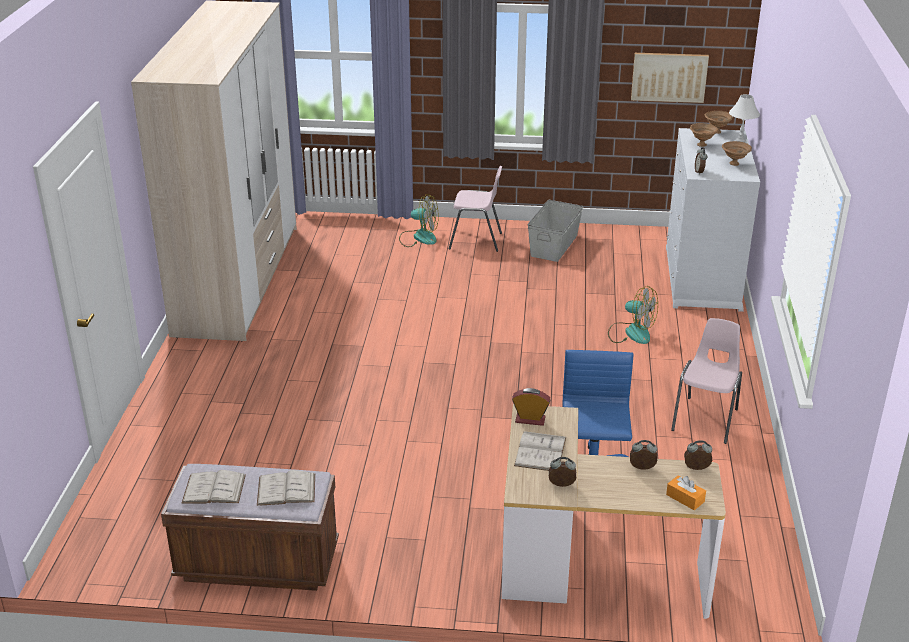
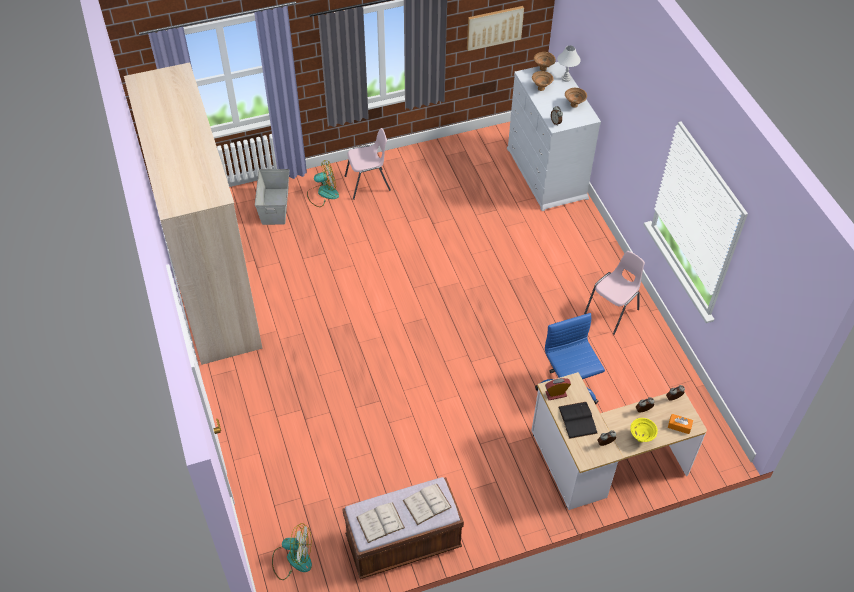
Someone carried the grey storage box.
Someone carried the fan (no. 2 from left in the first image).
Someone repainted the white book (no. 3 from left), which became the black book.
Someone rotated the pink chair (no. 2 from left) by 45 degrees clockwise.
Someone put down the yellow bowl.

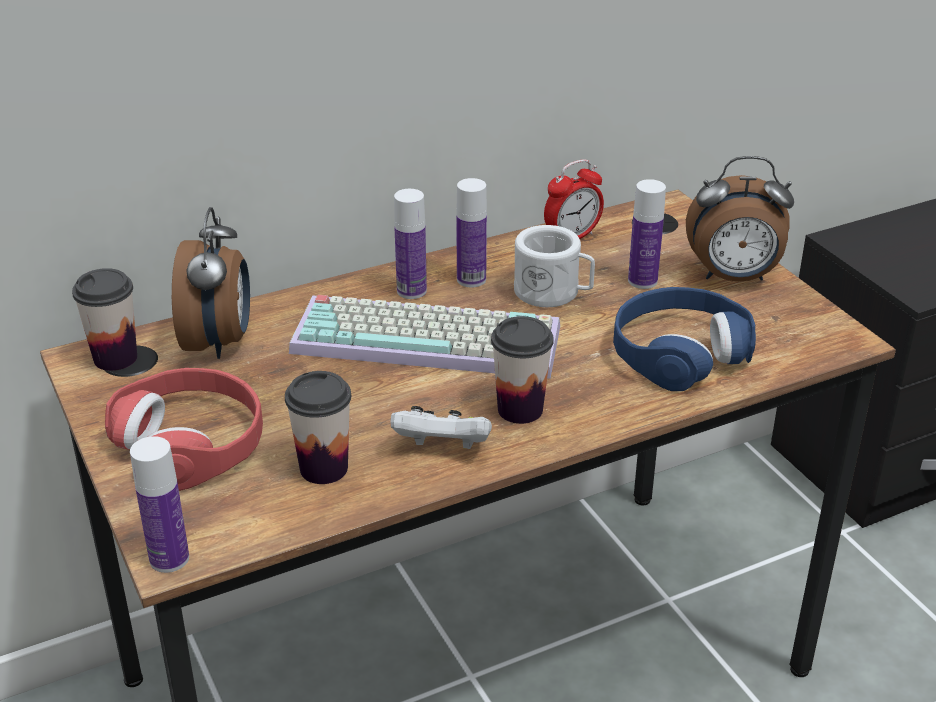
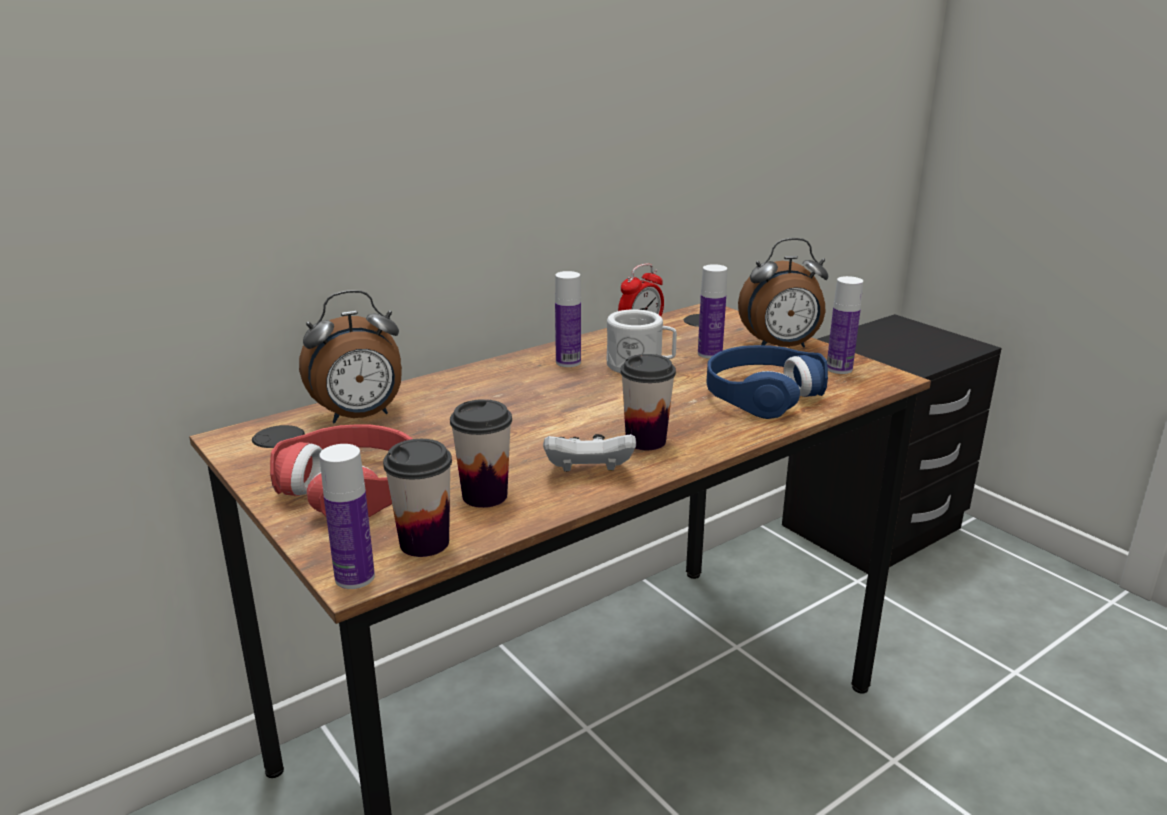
Someone rotated the alarm clock (no. 1 from left) by 75 degrees clockwise.
Someone carried the cup (no. 1 from left).
Someone carried the bottle (no. 2 from left in the first image).
Someone took away the keyboard.

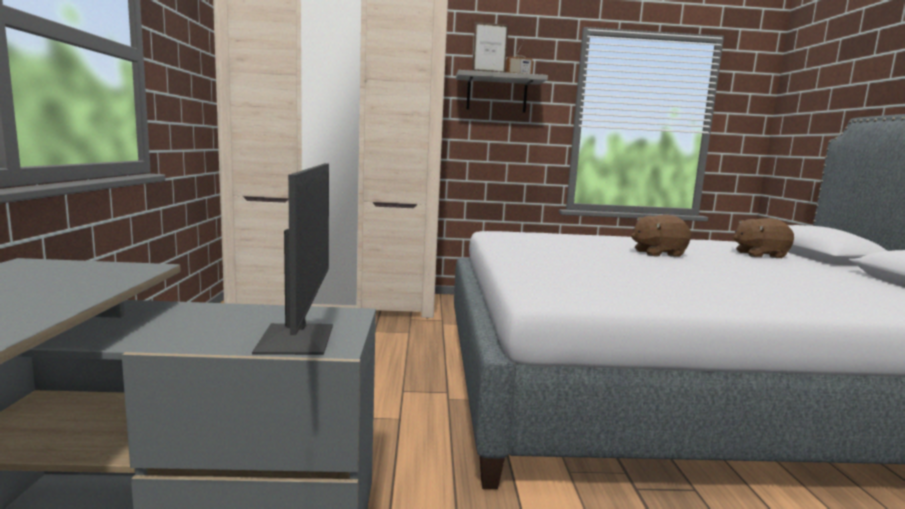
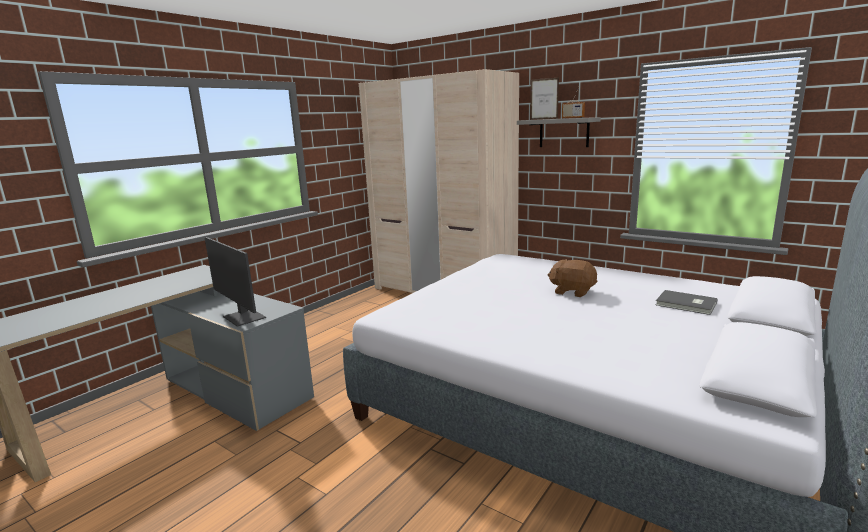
Someone rotated the monitor by 105 degrees clockwise.
Someone swapped the brown plush toy (no. 2 from left) for the grey book.

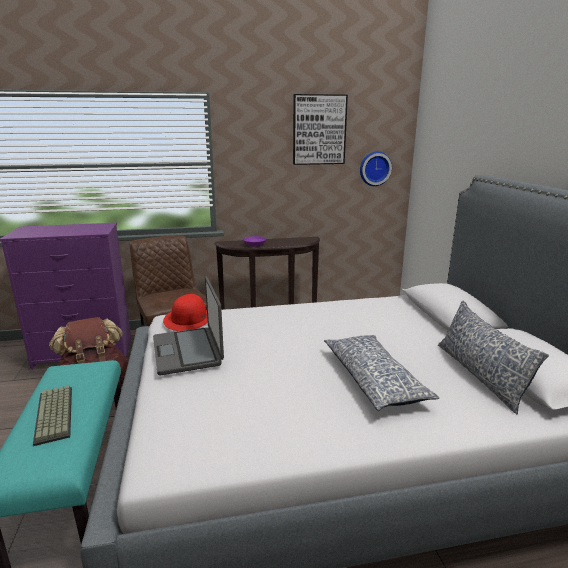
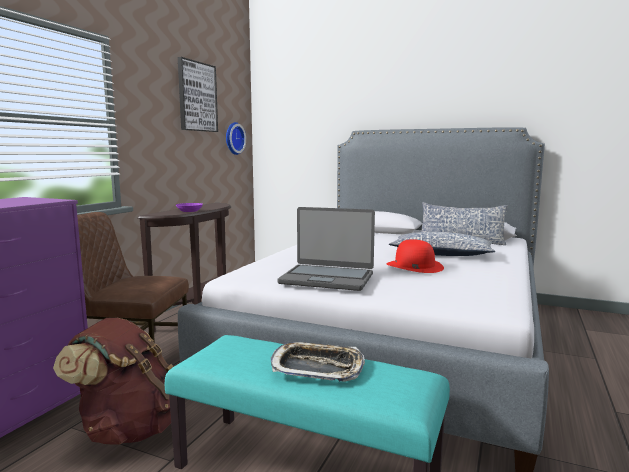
Someone swapped the keyboard for the tray.
Someone carried the red hat.

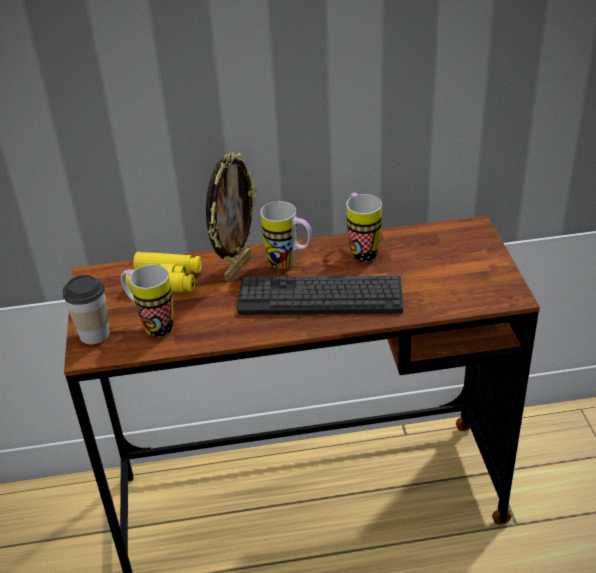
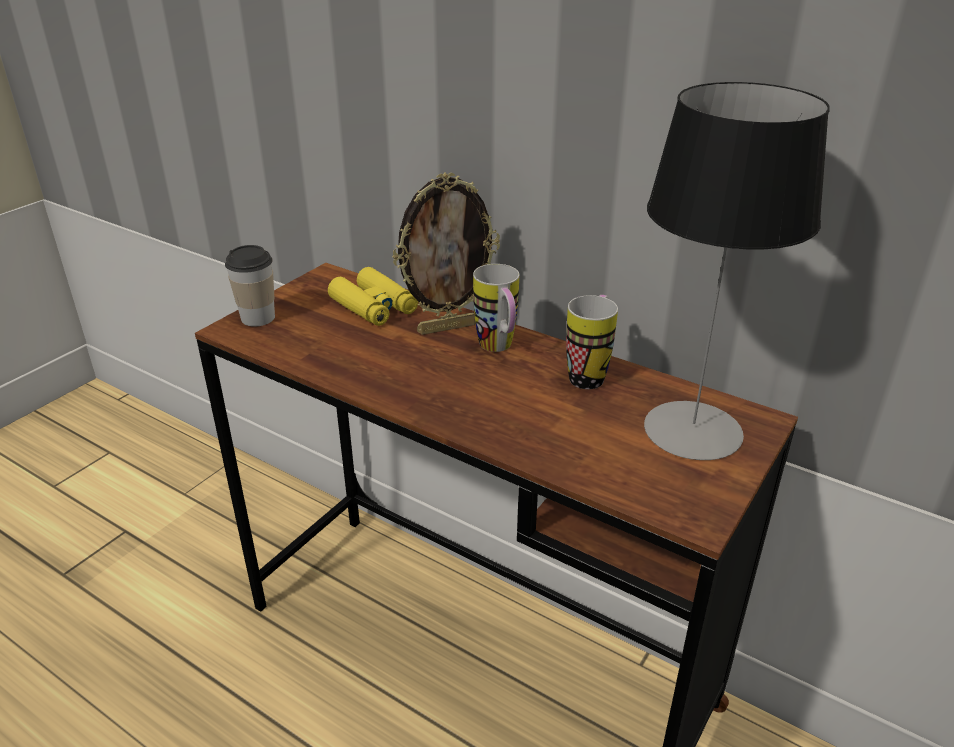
Someone put down the table lamp.
Someone took away the mug (no. 1 from left).
Someone took away the keyboard.

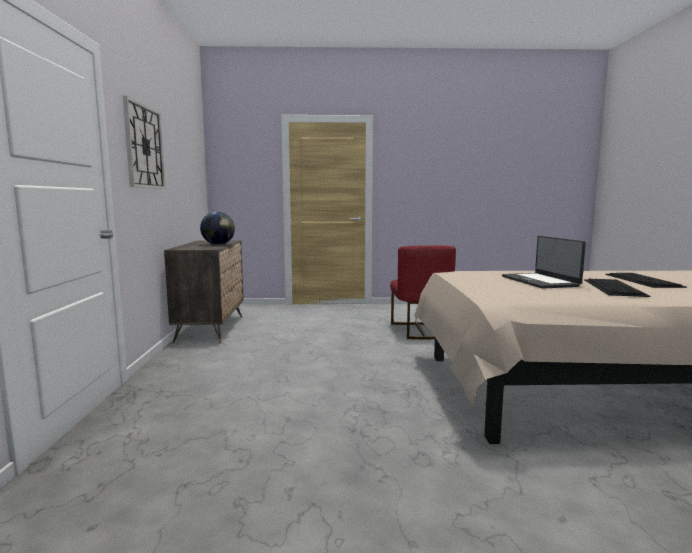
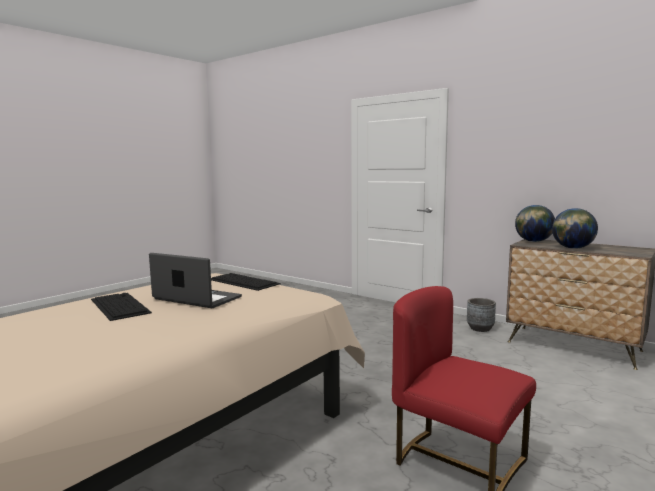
Someone carried the keyboard (no. 2 from left).
Someone put down the grey planter.
Someone put down the globe (no. 1 from left).
Someone took away the wall clock.

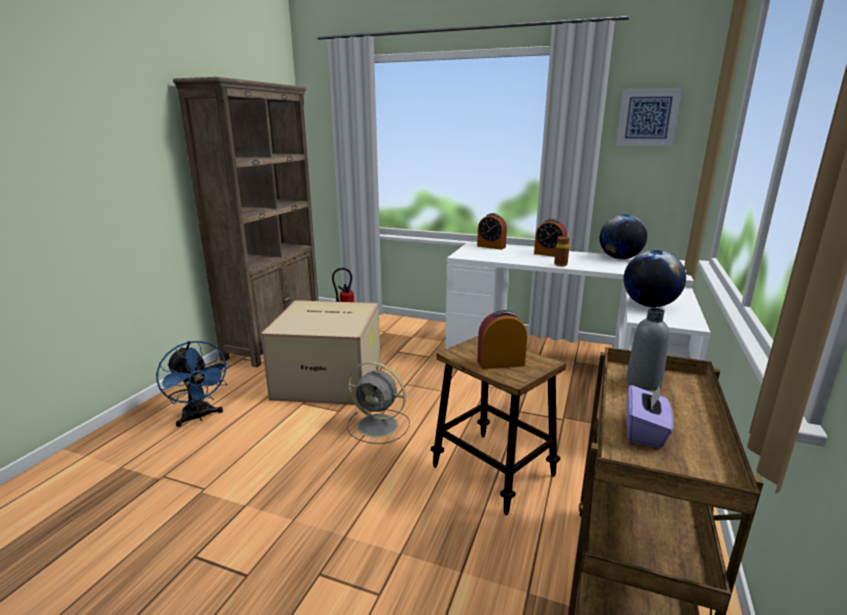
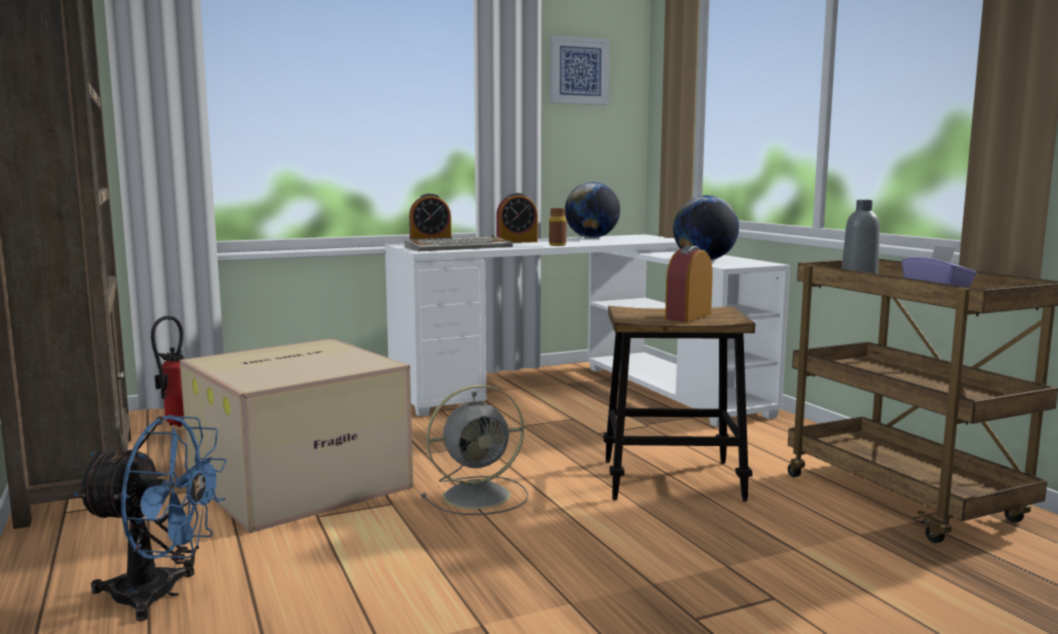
Someone put down the keyboard.

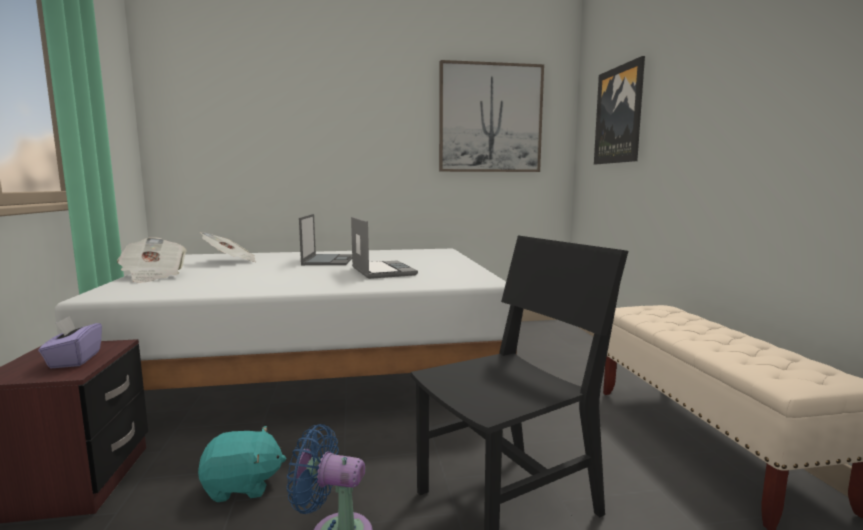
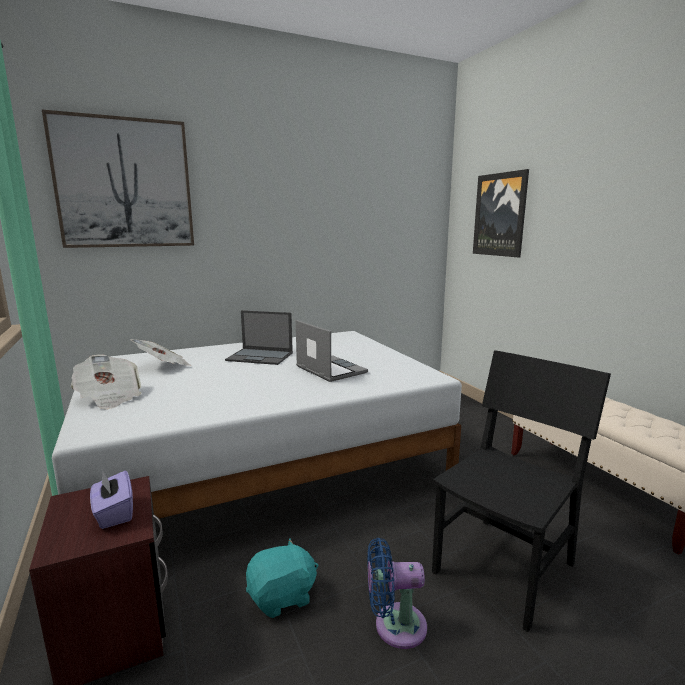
Someone carried the picture (no. 1 from left).
Someone rotated the laptop (no. 1 from left) by 120 degrees clockwise.

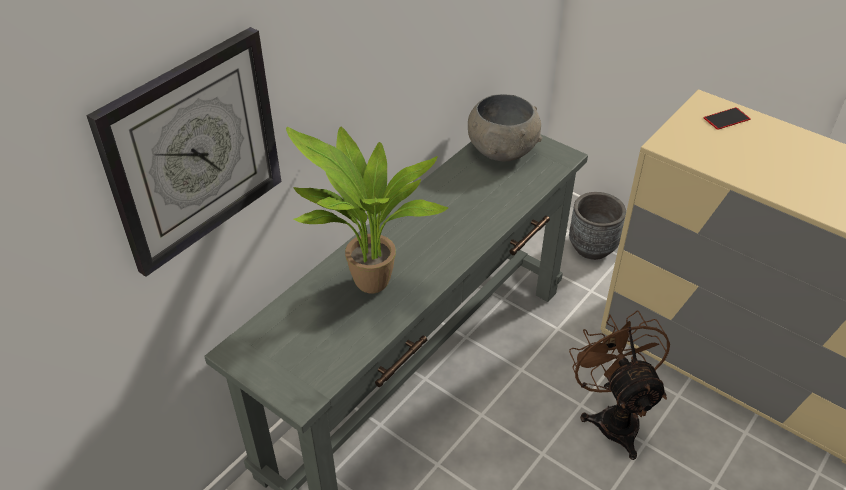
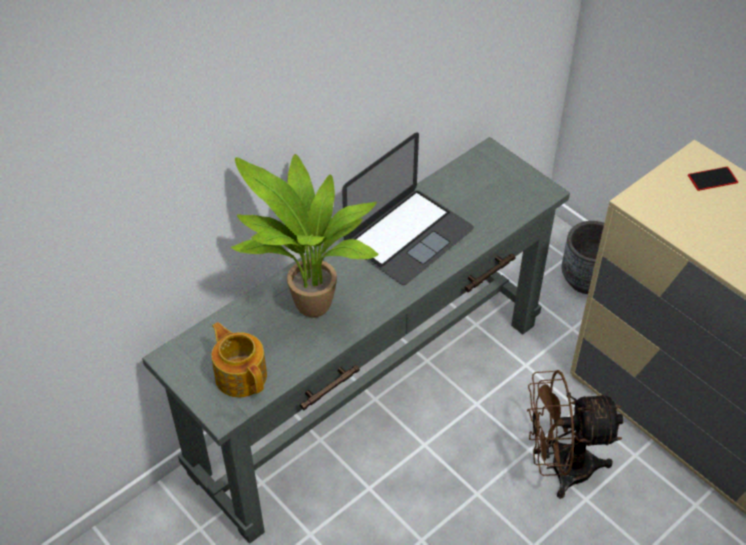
Someone put down the teapot.
Someone put down the laptop.
Someone rotated the brown fan by 90 degrees counterclockwise.
Someone took away the wall clock.
Someone took away the grey bowl.

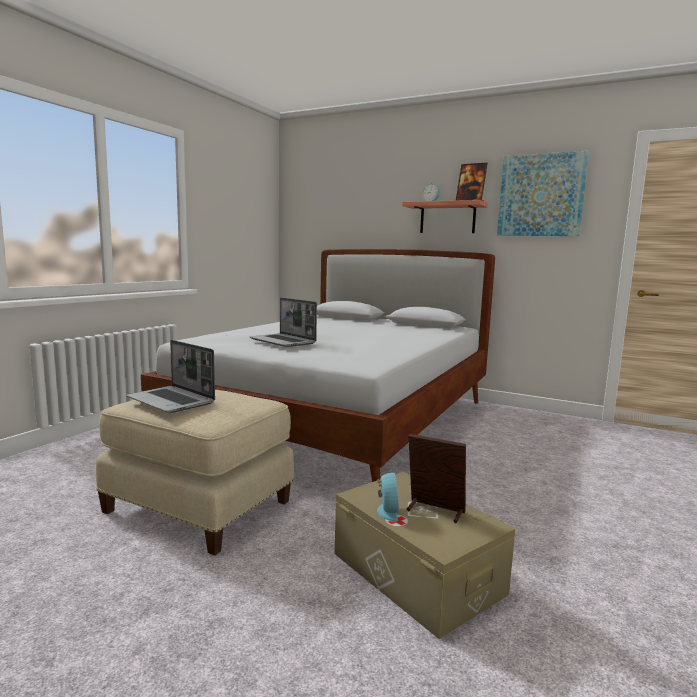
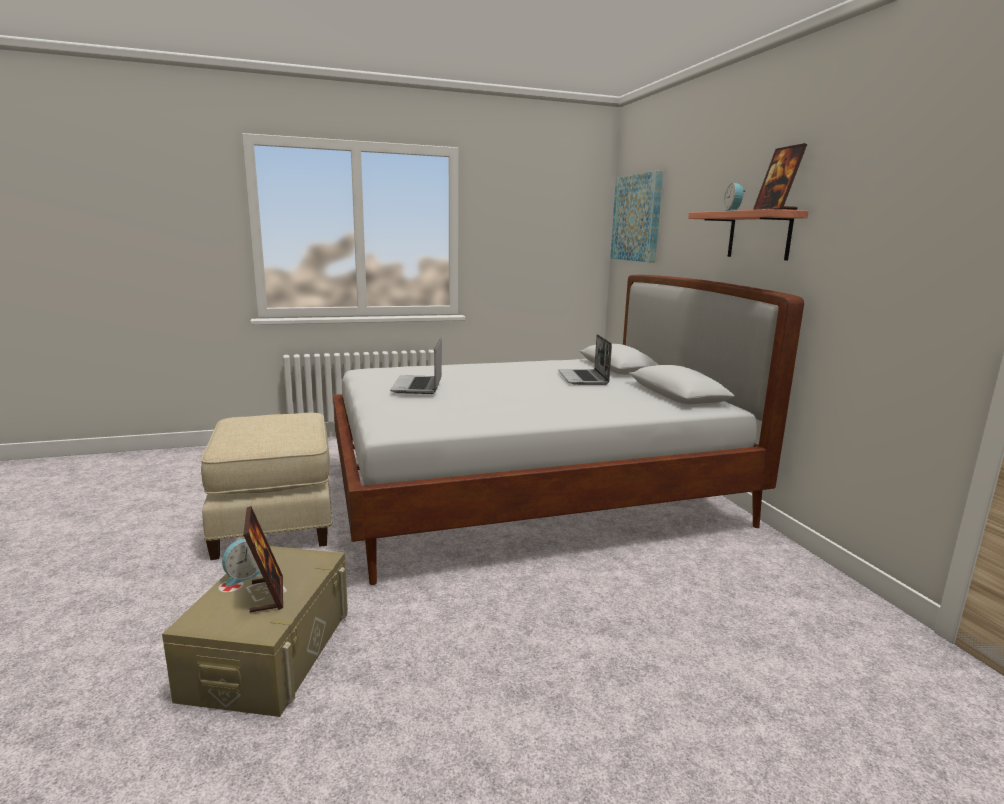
Someone carried the laptop (no. 1 from left in the first image).
Someone carried the picture.

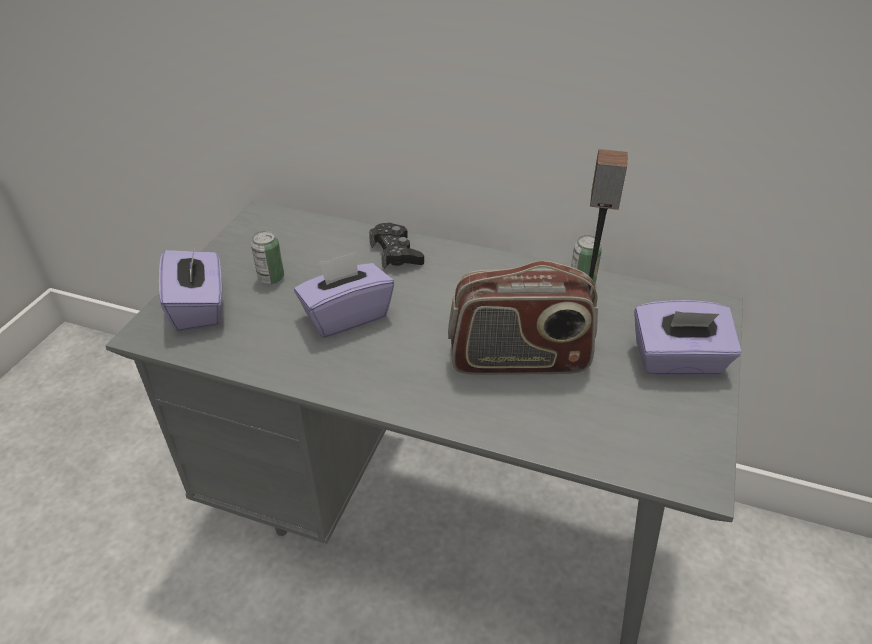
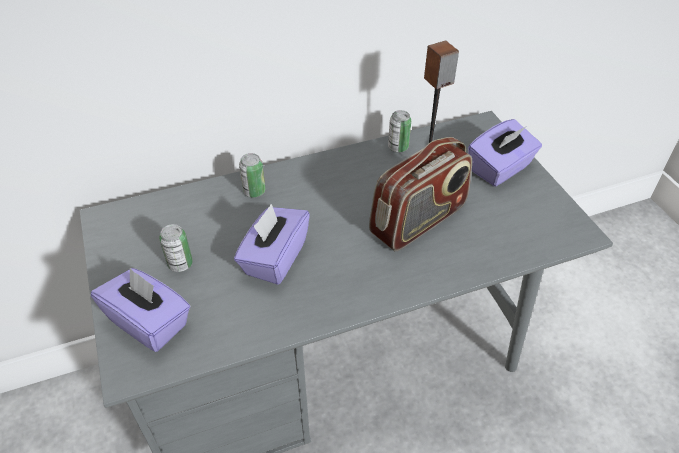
Someone swapped the black game controller for the can (no. 2 from left).

